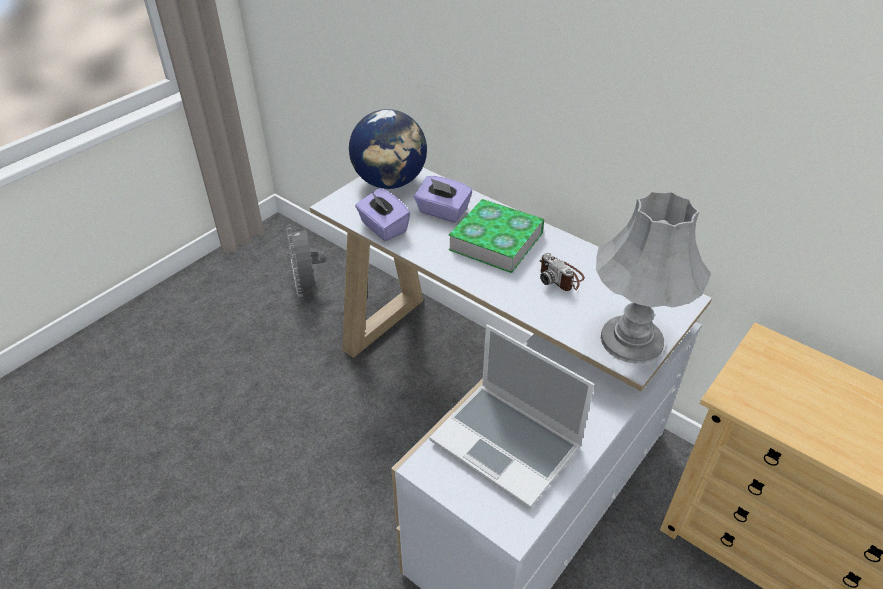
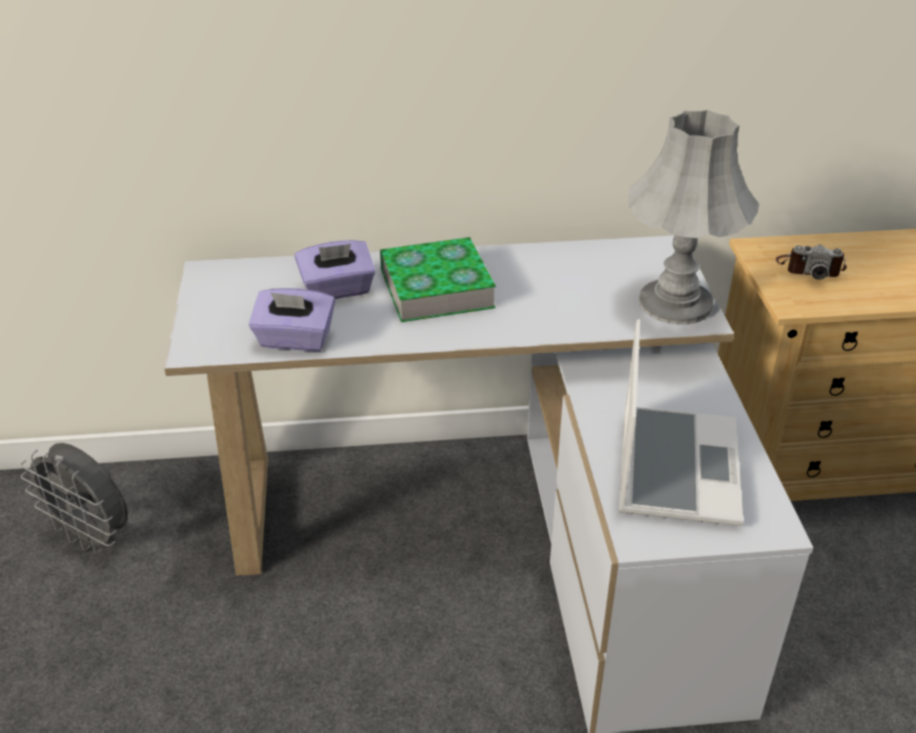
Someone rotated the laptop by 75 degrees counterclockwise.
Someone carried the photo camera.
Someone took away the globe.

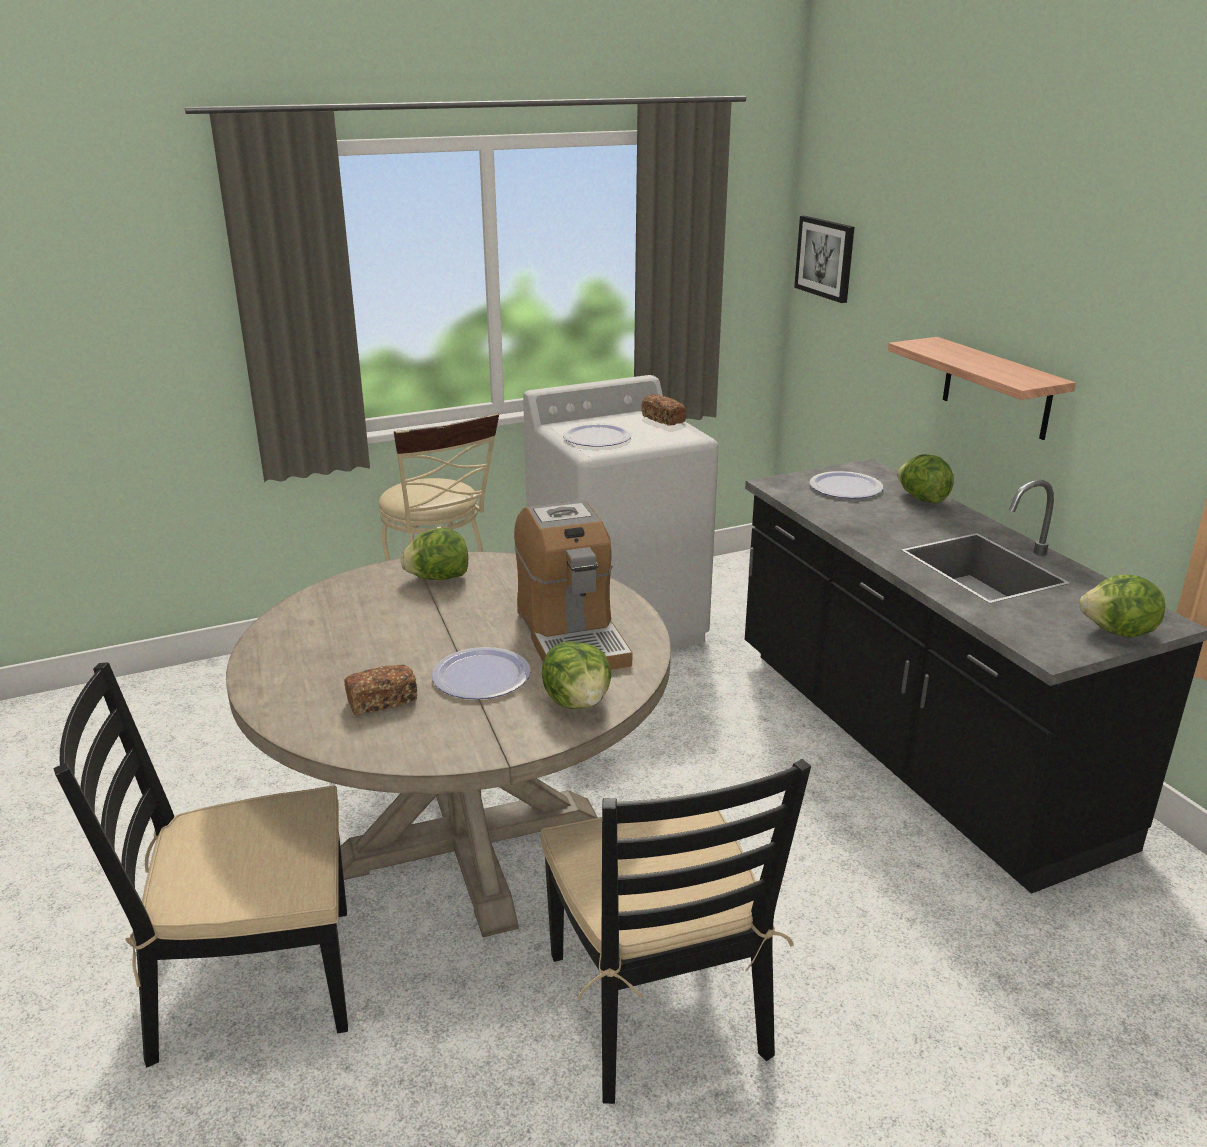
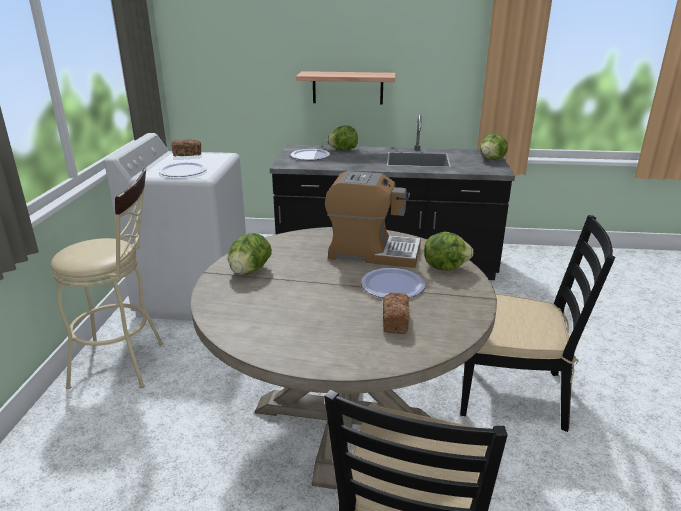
Someone took away the picture.

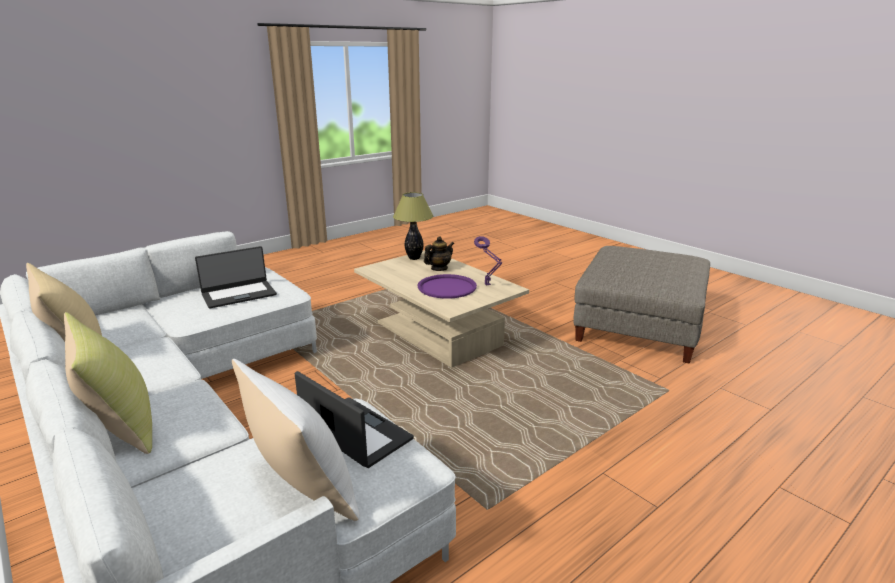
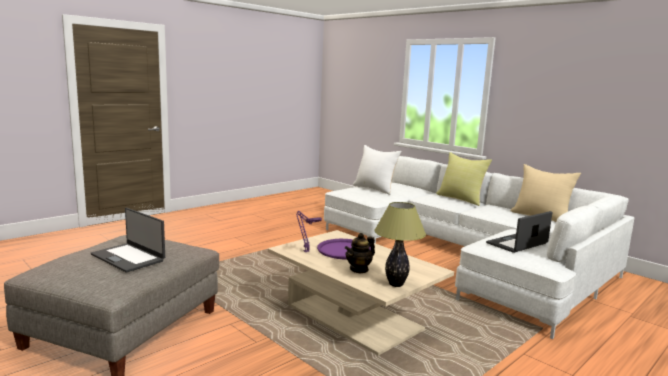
Someone carried the laptop (no. 2 from left in the first image).

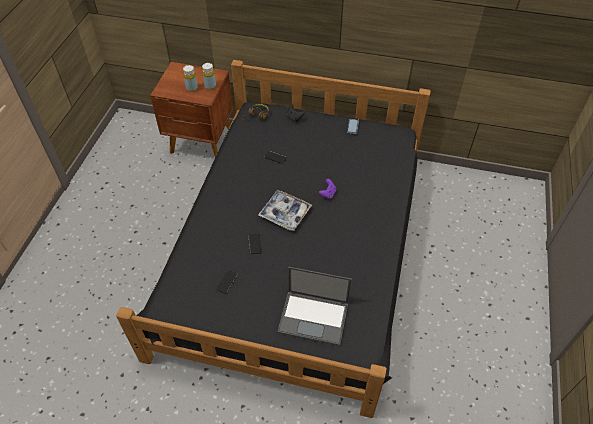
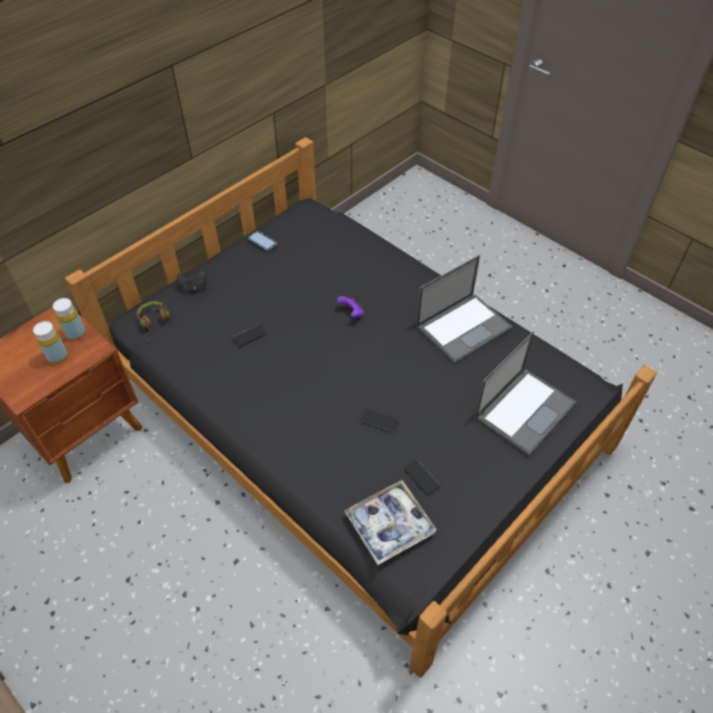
Someone carried the tray.
Someone put down the laptop (no. 1 from left).

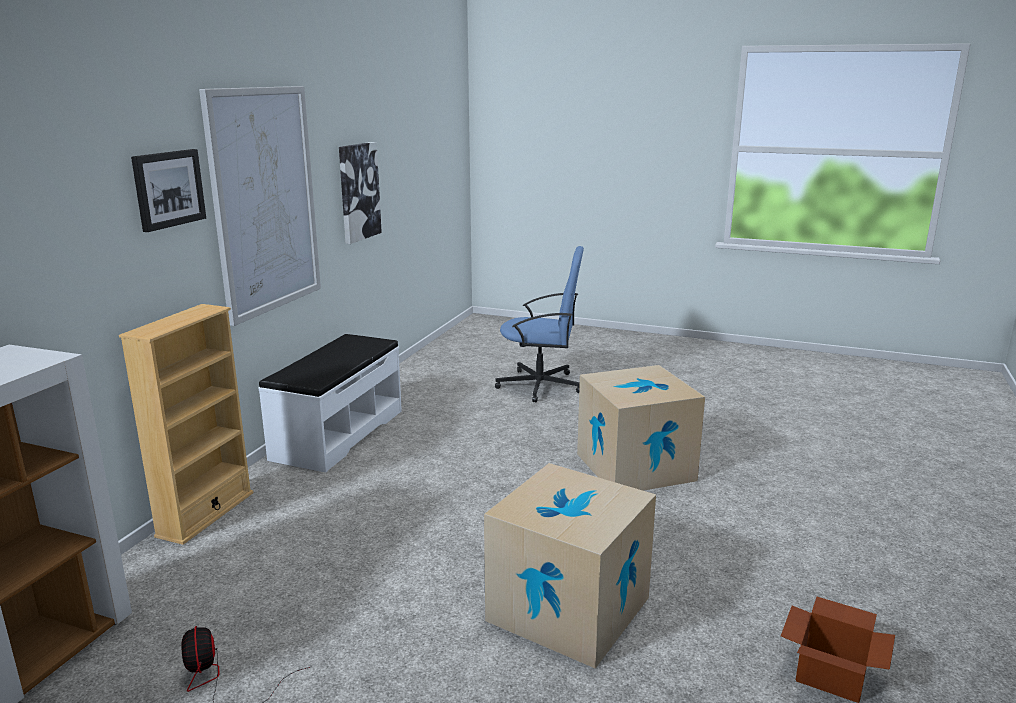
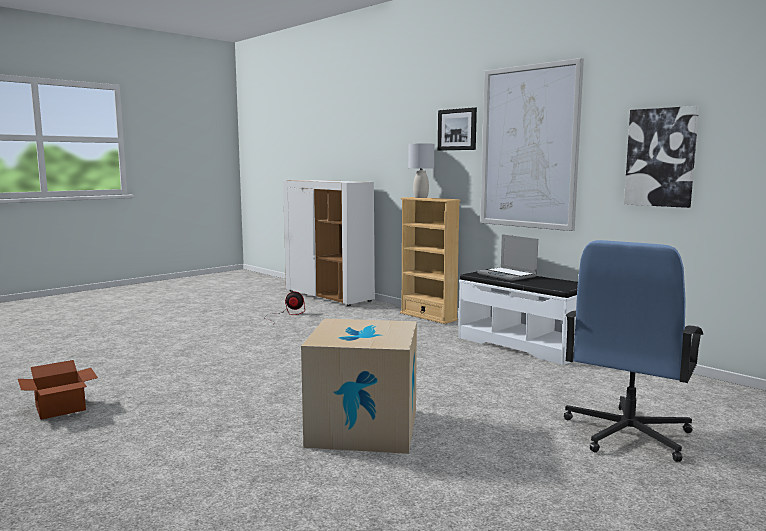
Someone put down the grey table lamp.
Someone put down the laptop.
Someone took away the cardboard box (no. 1 from left).

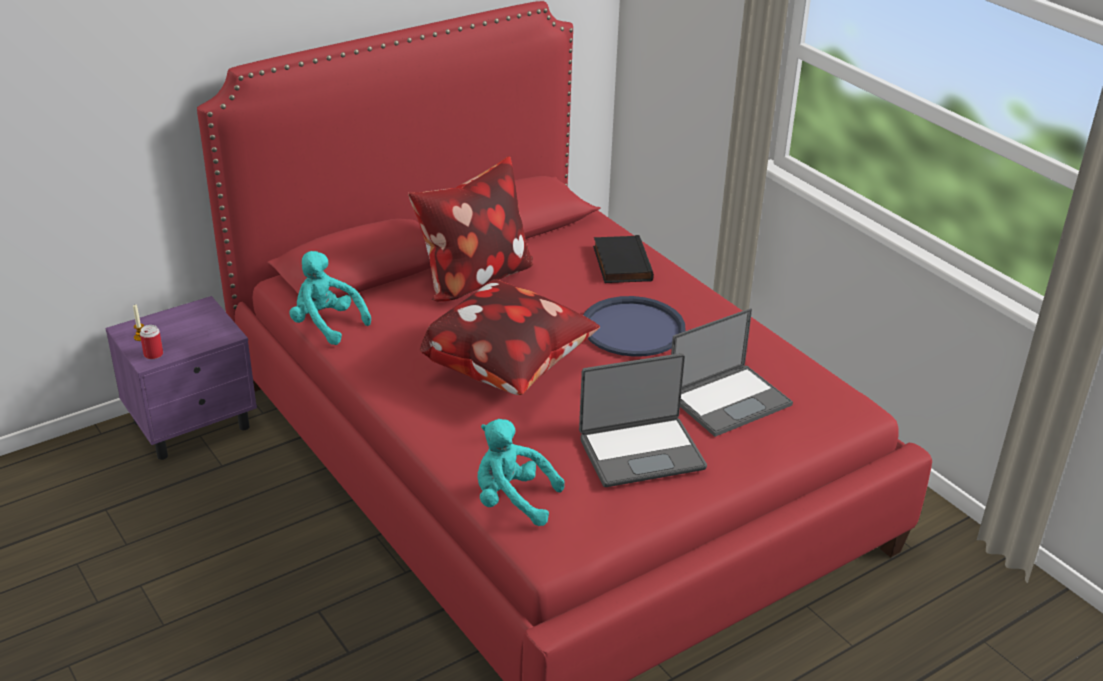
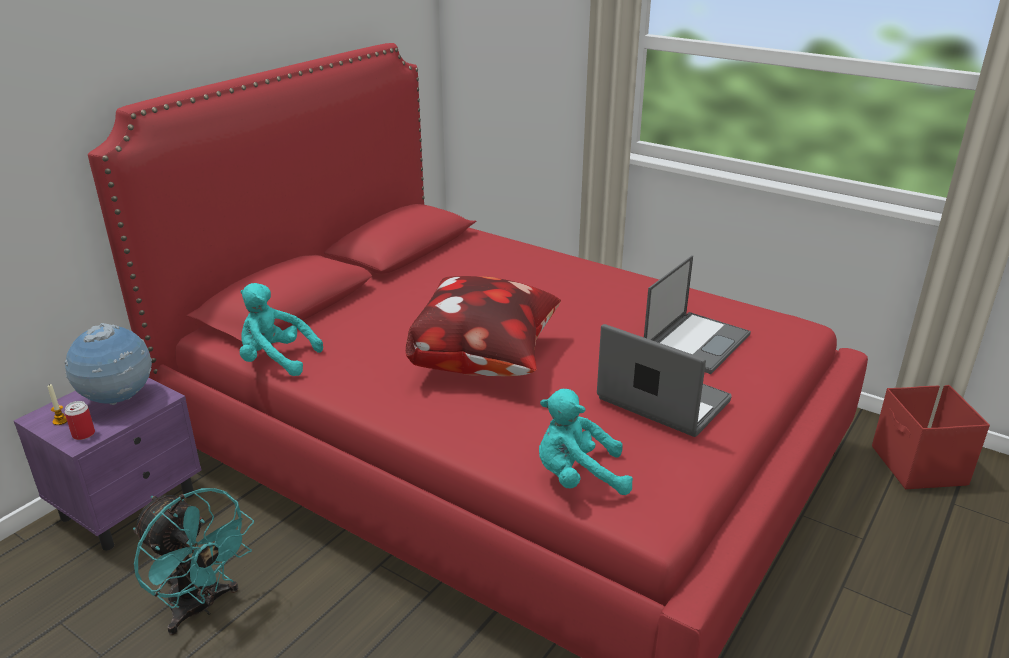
Someone put down the globe.
Someone put down the turquoise fan.
Someone rotated the laptop (no. 1 from left) by 105 degrees counterclockwise.
Someone put down the red storage box.
Someone took away the pillow (no. 1 from left).
Someone took away the blue tray.
Someone took away the black book.

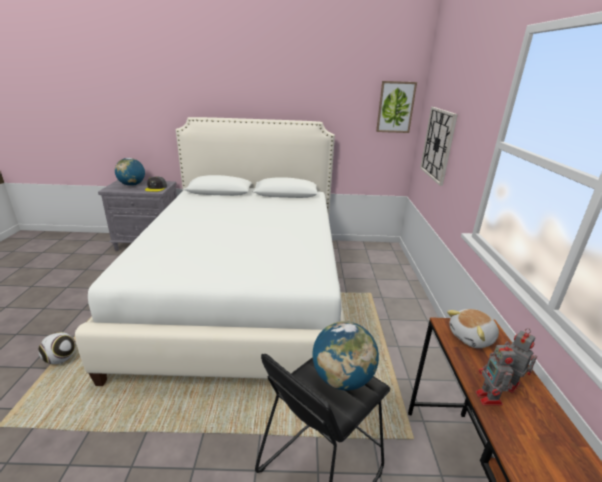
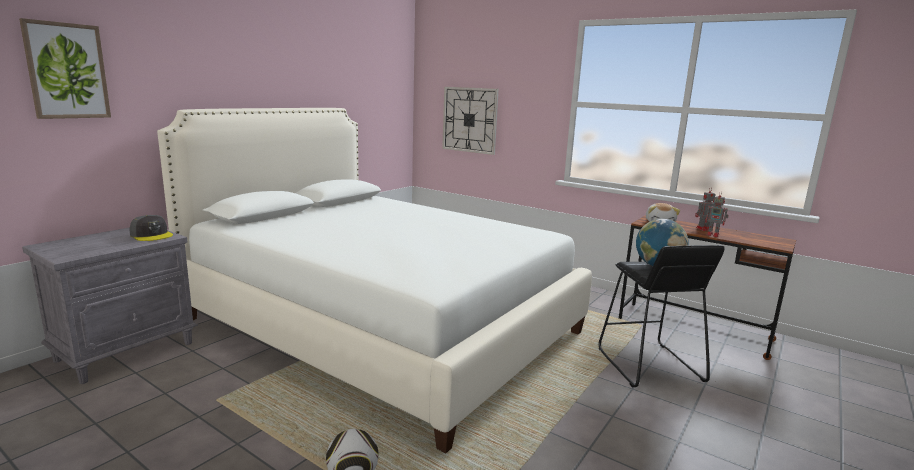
Someone carried the picture.
Someone took away the globe (no. 1 from left).

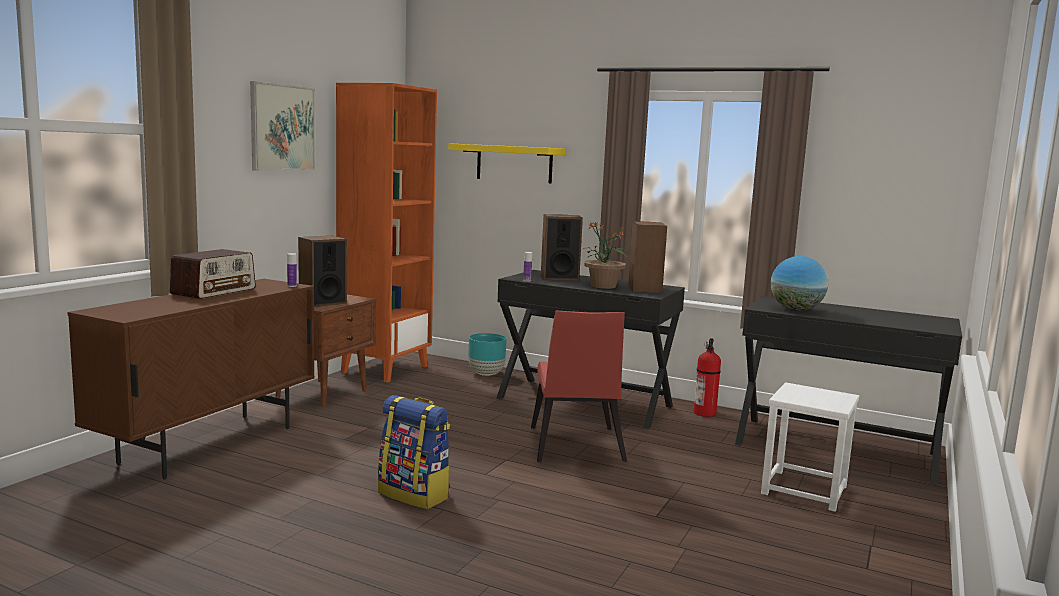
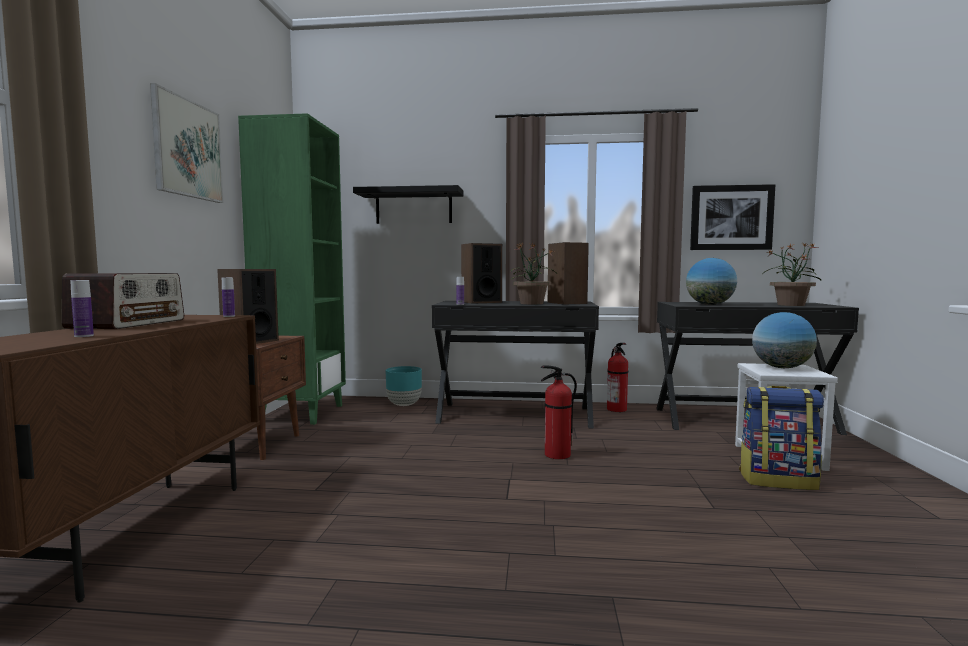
Someone put down the bottle (no. 1 from left).
Someone repainted the orange bookcase, which became the green bookcase.
Someone repainted the yellow shelf, which became the black shelf.
Someone swapped the red chair for the fire extinguisher (no. 1 from left).
Someone put up the picture (no. 2 from left).
Someone carried the backpack.
Someone put down the globe (no. 2 from left).
Someone put down the potted plant (no. 2 from left).

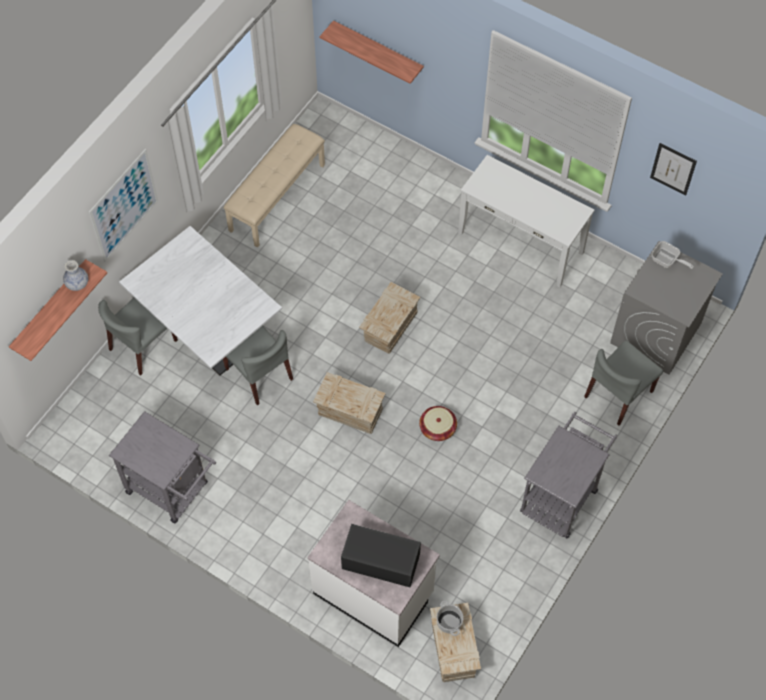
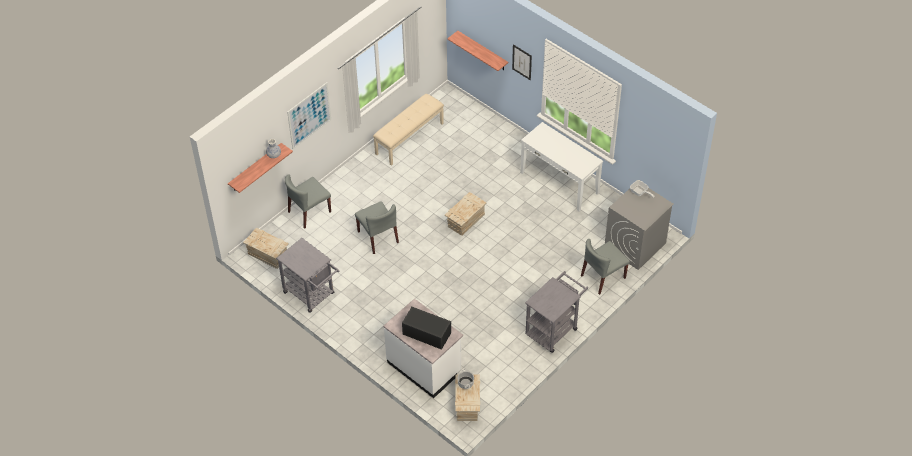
Someone carried the crate (no. 1 from left).
Someone carried the picture (no. 2 from left).
Someone took away the white dining table.
Someone took away the basket.

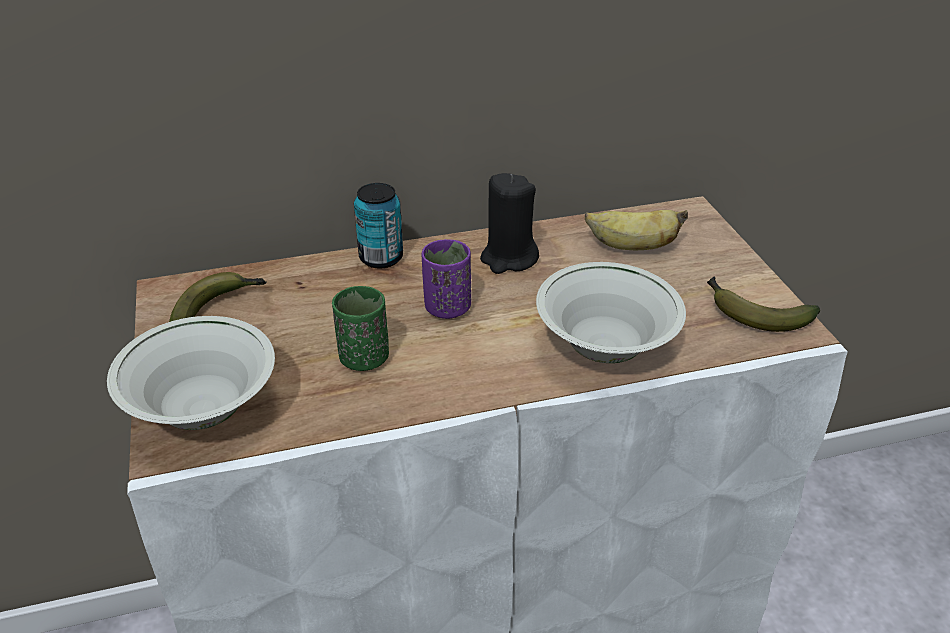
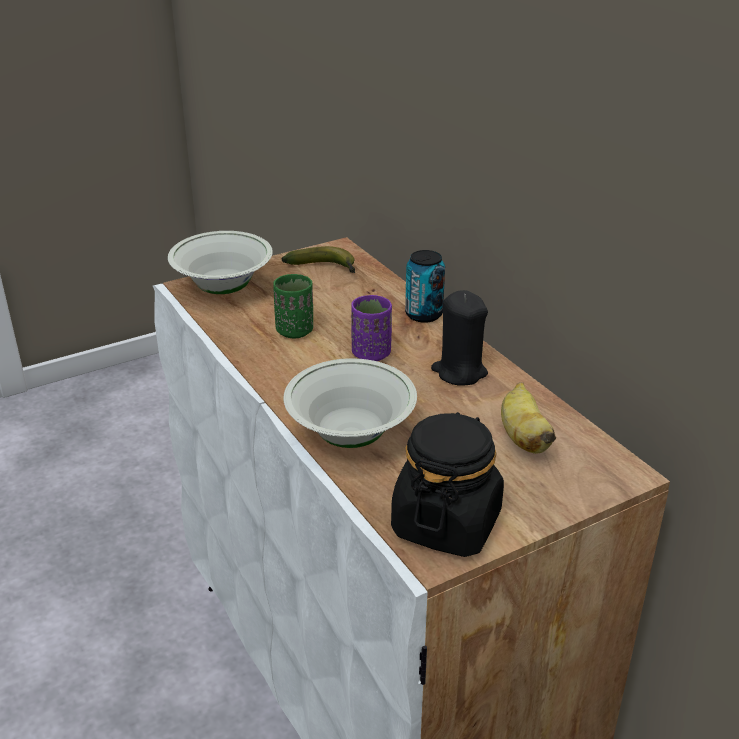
Someone swapped the banana (no. 3 from left) for the black jar.

